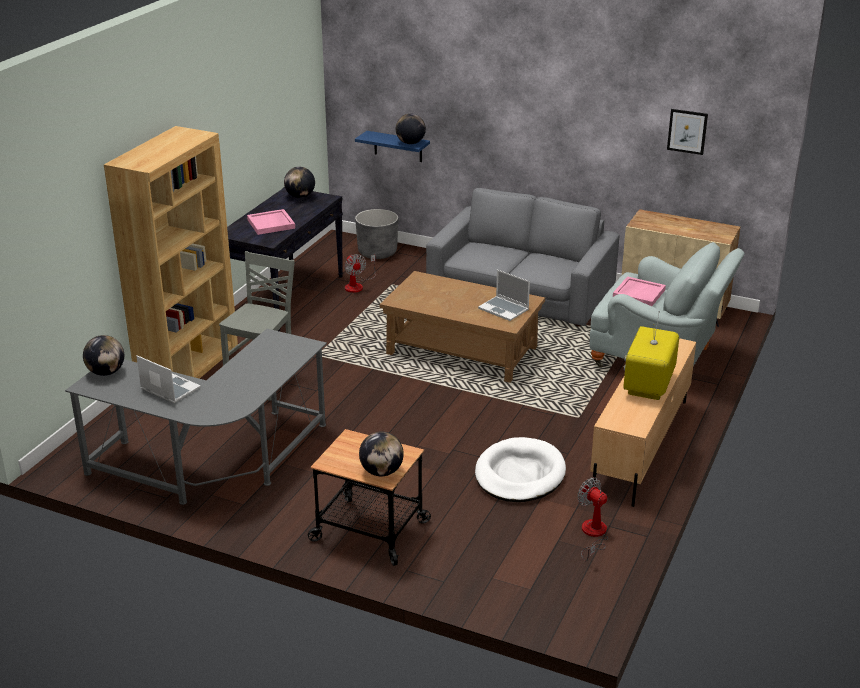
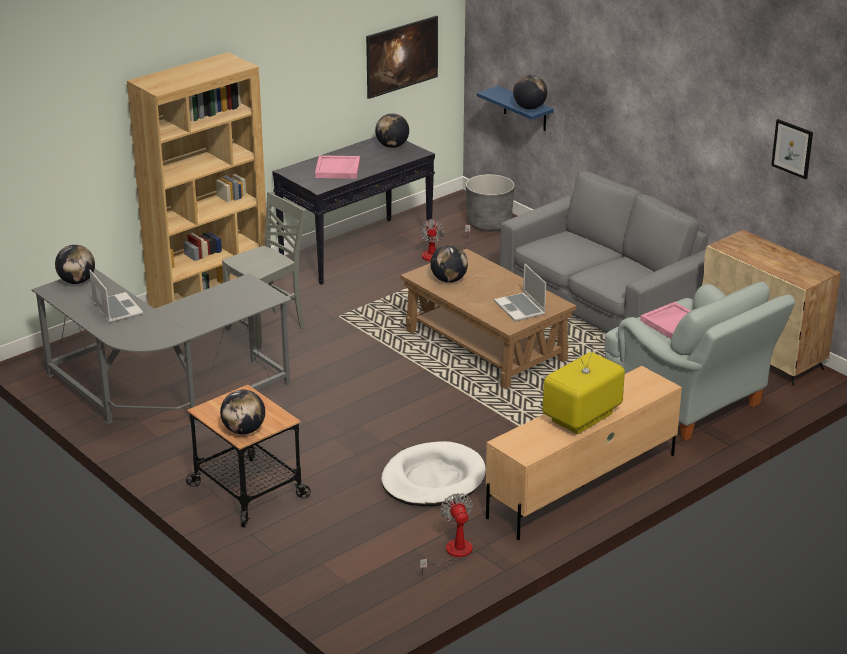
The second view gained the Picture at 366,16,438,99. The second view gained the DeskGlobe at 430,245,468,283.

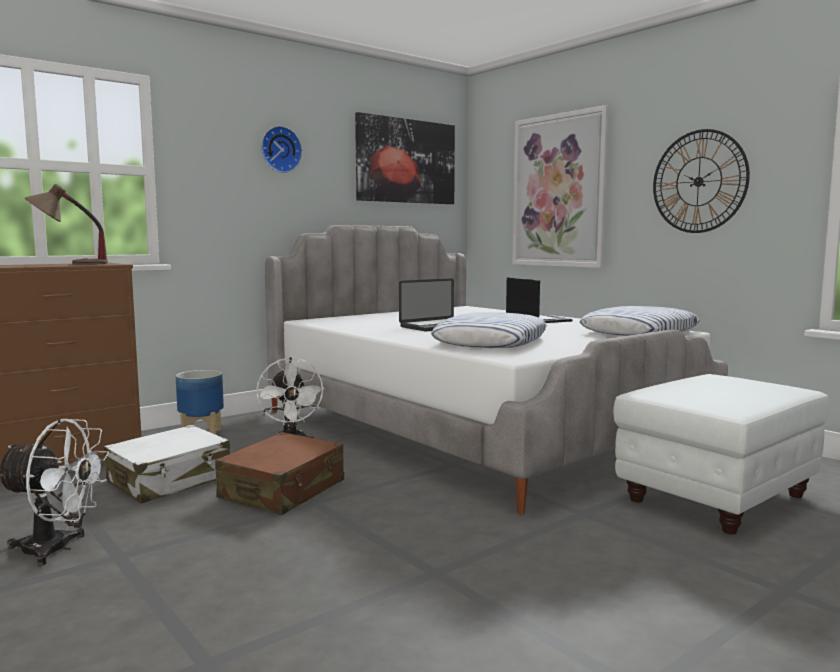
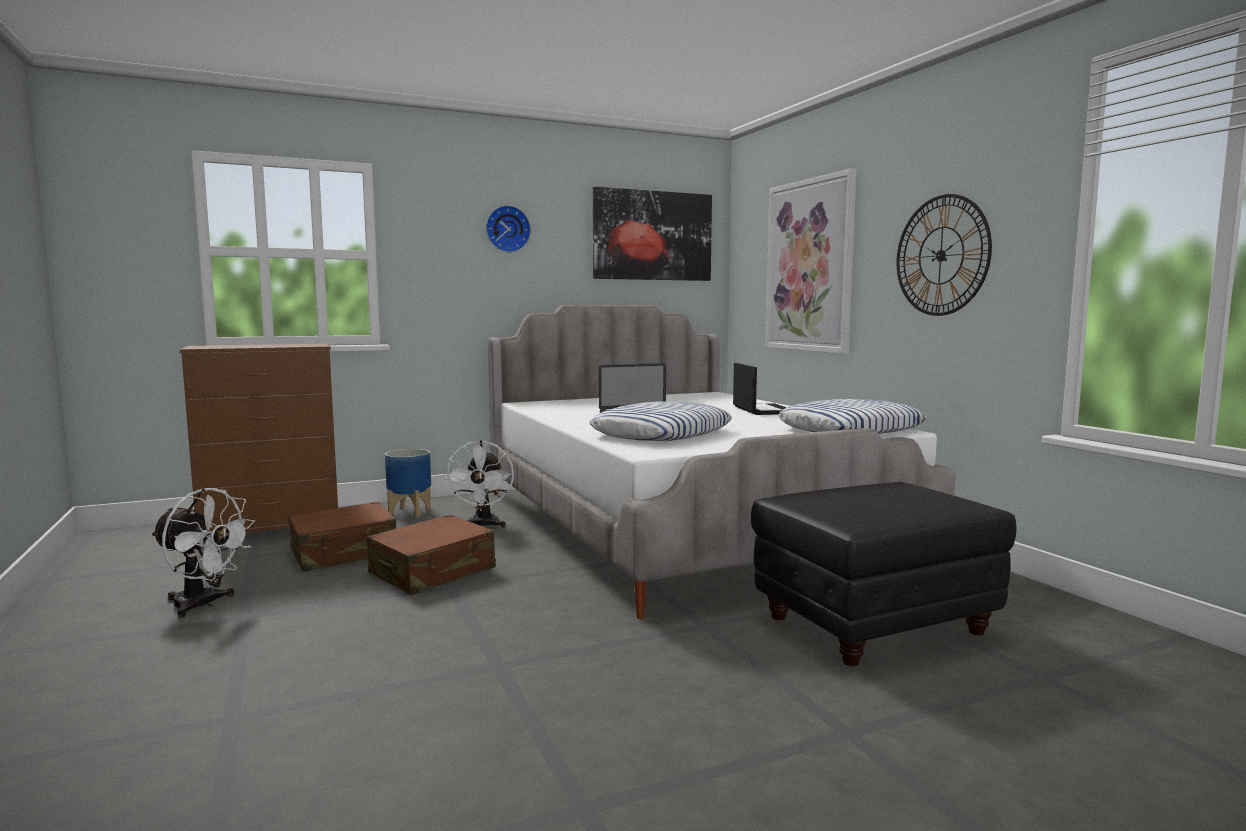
The second view lost the LampForATable at 25,184,108,265. What was the WhiteColouredPieceOfLuggage at 104,425,230,504 turned into the BrownColouredPieceOfLuggage at 288,502,396,572. What was the WhiteColouredFootrest at 613,374,829,534 turned into the BlackColouredFootrest at 751,482,1016,666.

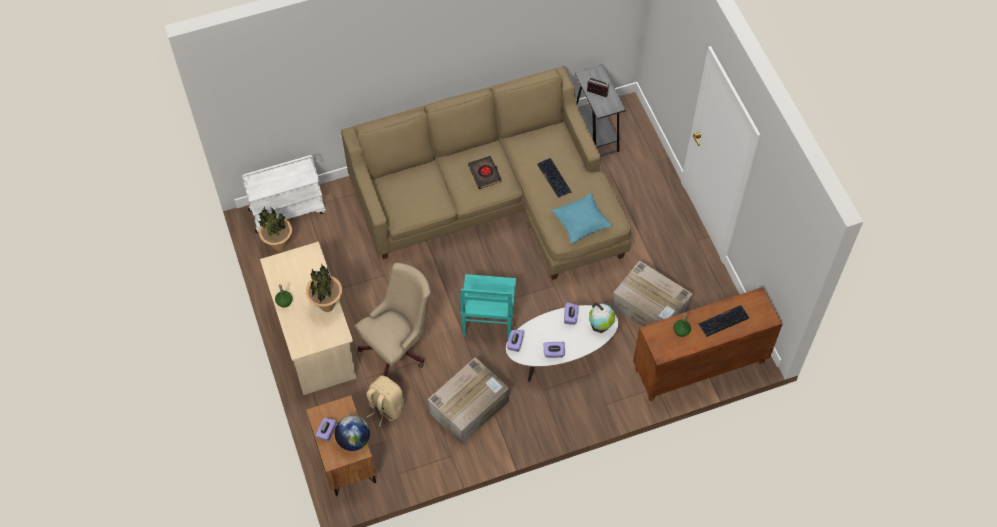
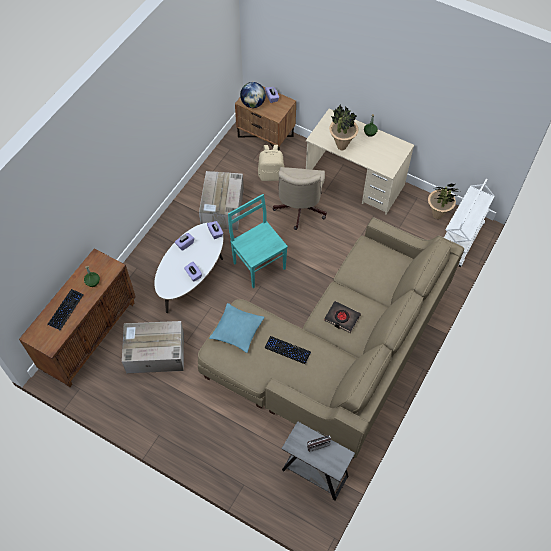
The second view lost the DeskGlobe at 589,303,615,333.

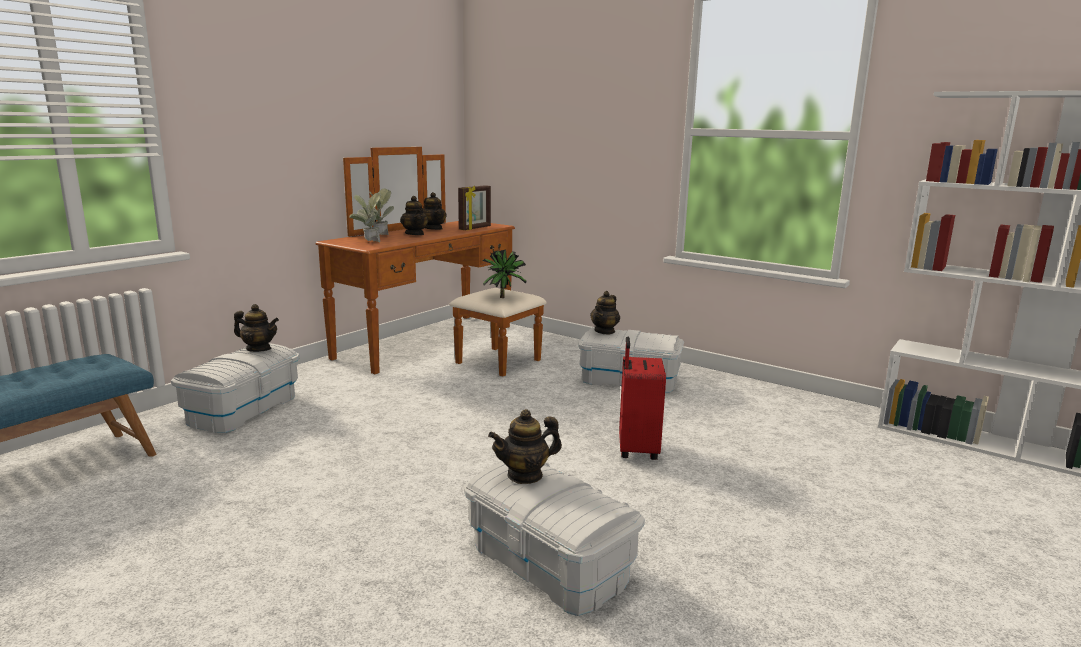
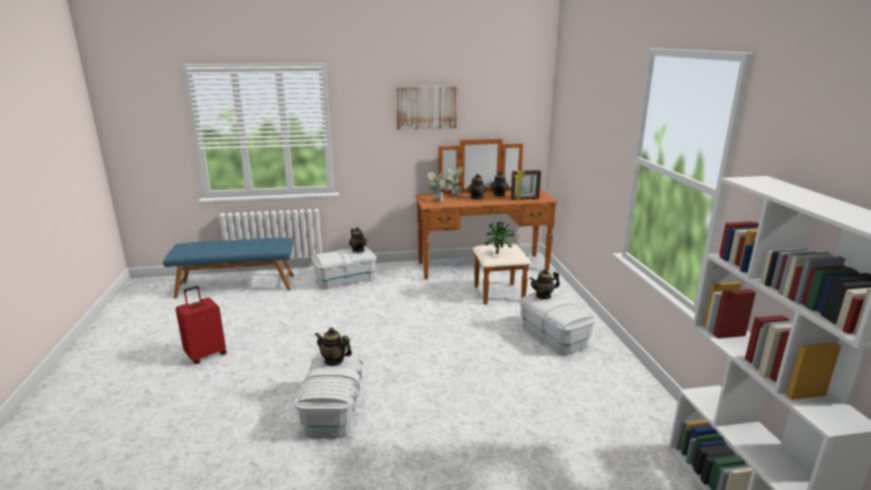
The ReddishPieceOfLuggage ended up elsewhere, having gone from 619,337,666,460 to 176,286,227,364. The second view gained the Picture at 396,86,458,130.

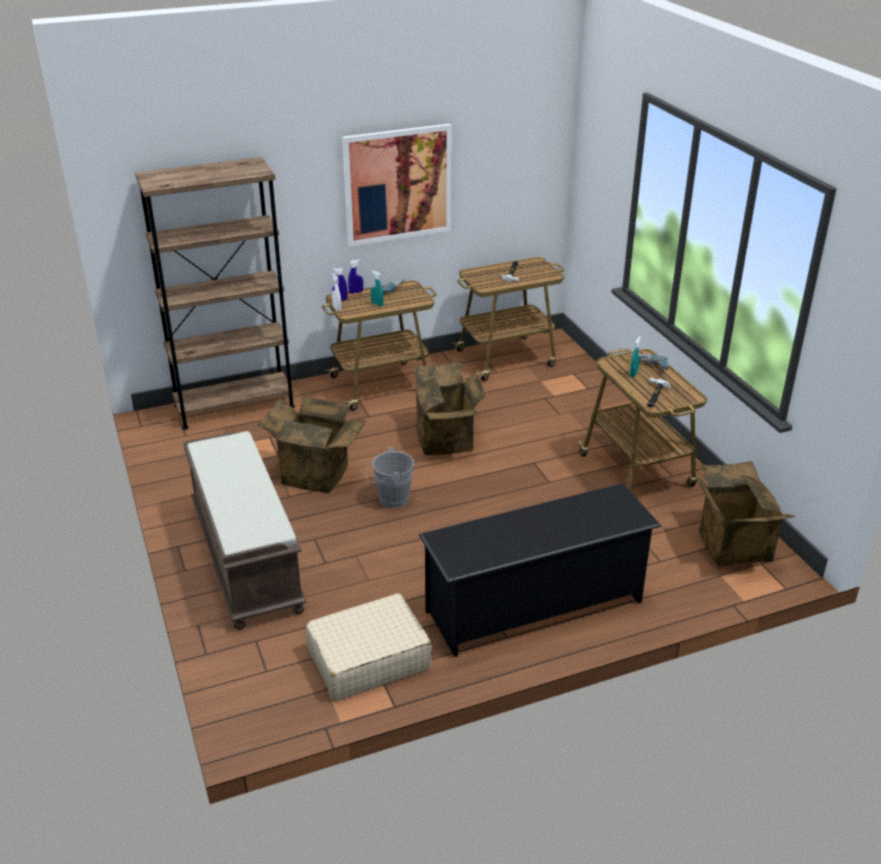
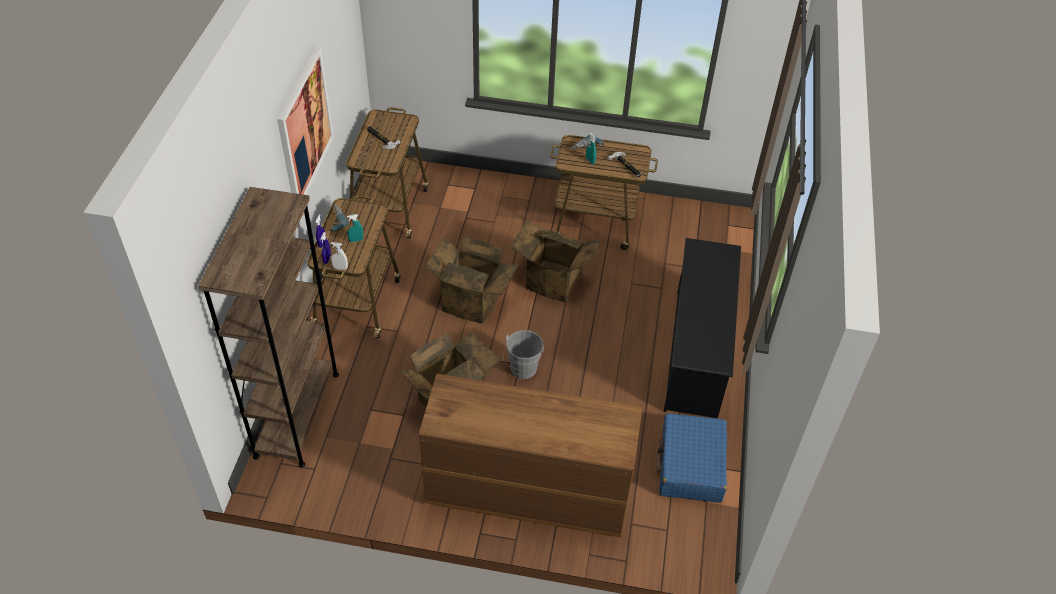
Where the BrownColouredLongSeat stood at 183,431,307,630, the BrownColouredDrawerChest came to stand at 419,374,642,537. What was the SandColouredPieceOfLuggage at 305,593,432,701 turned into the BlueColouredPieceOfLuggage at 656,413,727,503. The CardboardBox ended up elsewhere, having gone from 697,461,795,566 to 509,220,600,302.

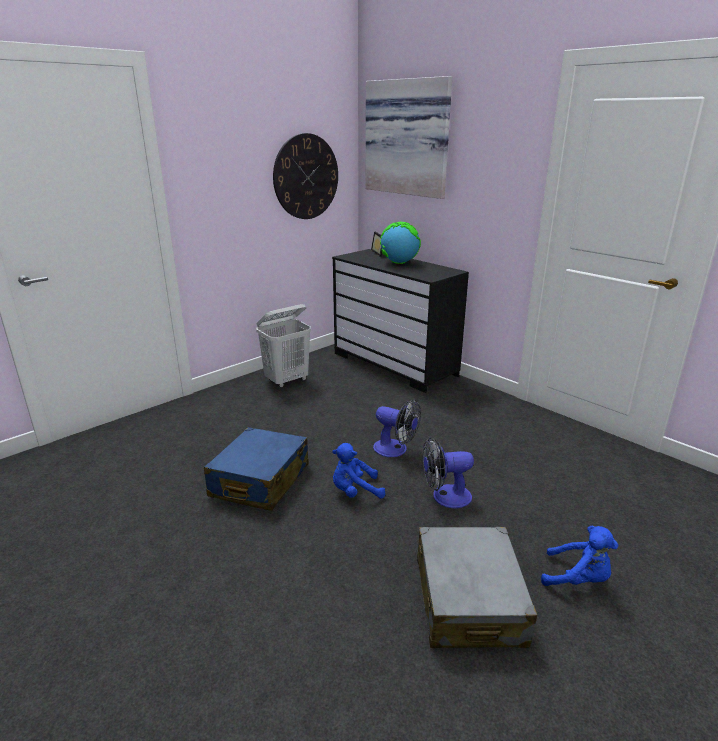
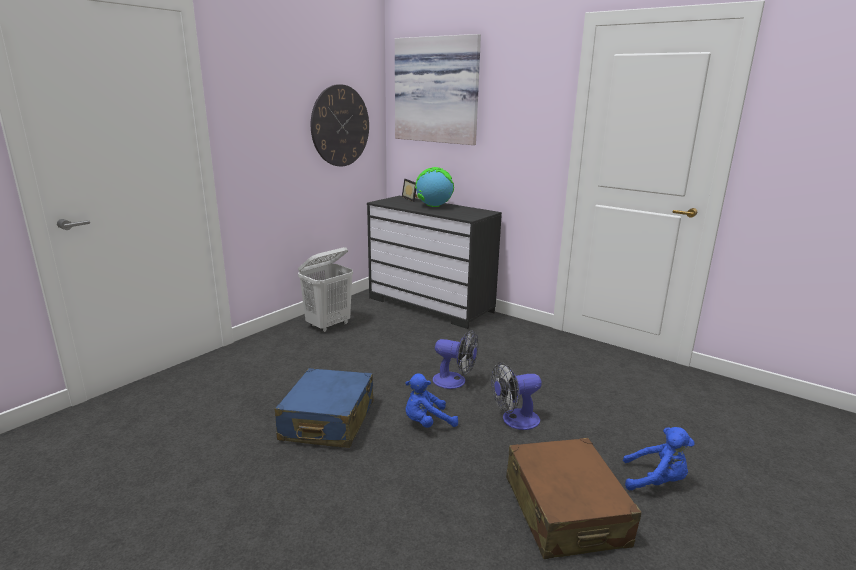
What was the GreyishPieceOfLuggage at 417,527,537,648 turned into the BrownColouredPieceOfLuggage at 506,438,642,559.

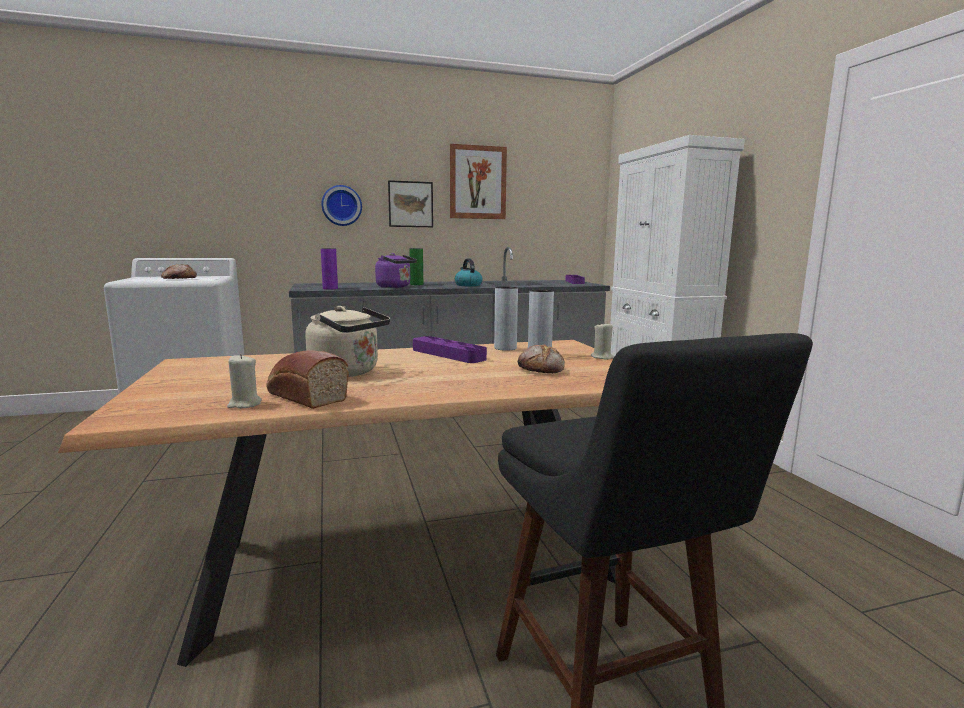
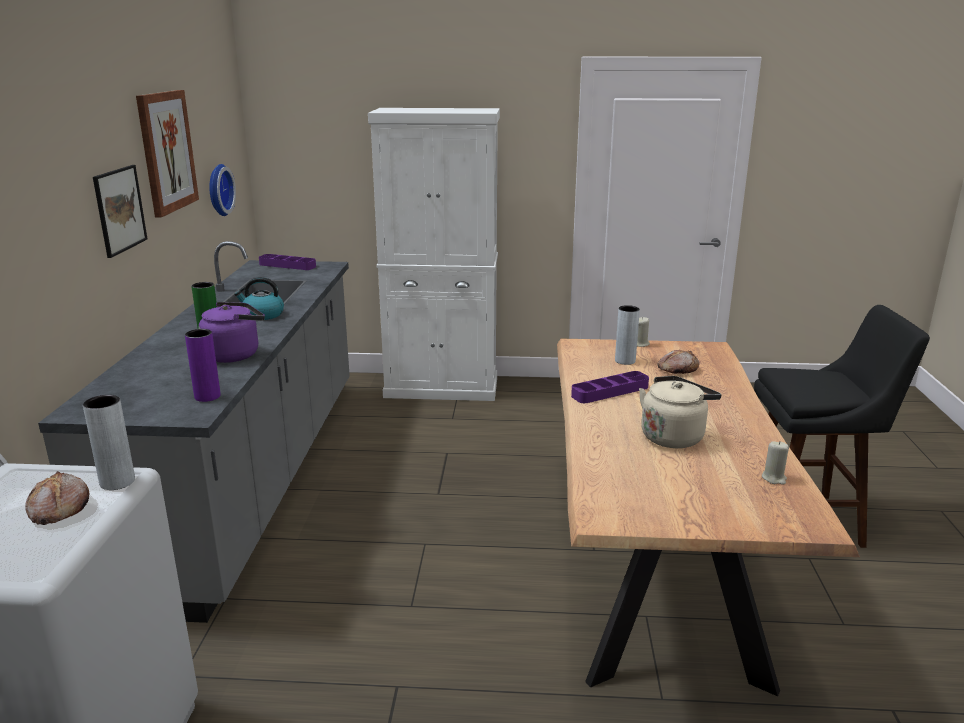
The second view lost the Bread at 267,350,349,409. The HangingClock ended up elsewhere, having gone from 321,185,362,226 to 209,164,236,216. The GreyishFlowerVase ended up elsewhere, having gone from 494,286,518,351 to 83,395,135,490.

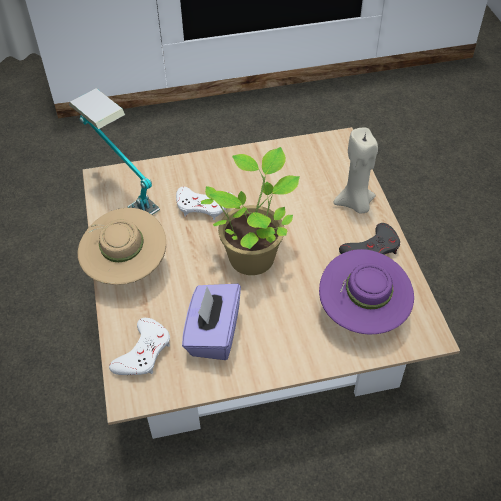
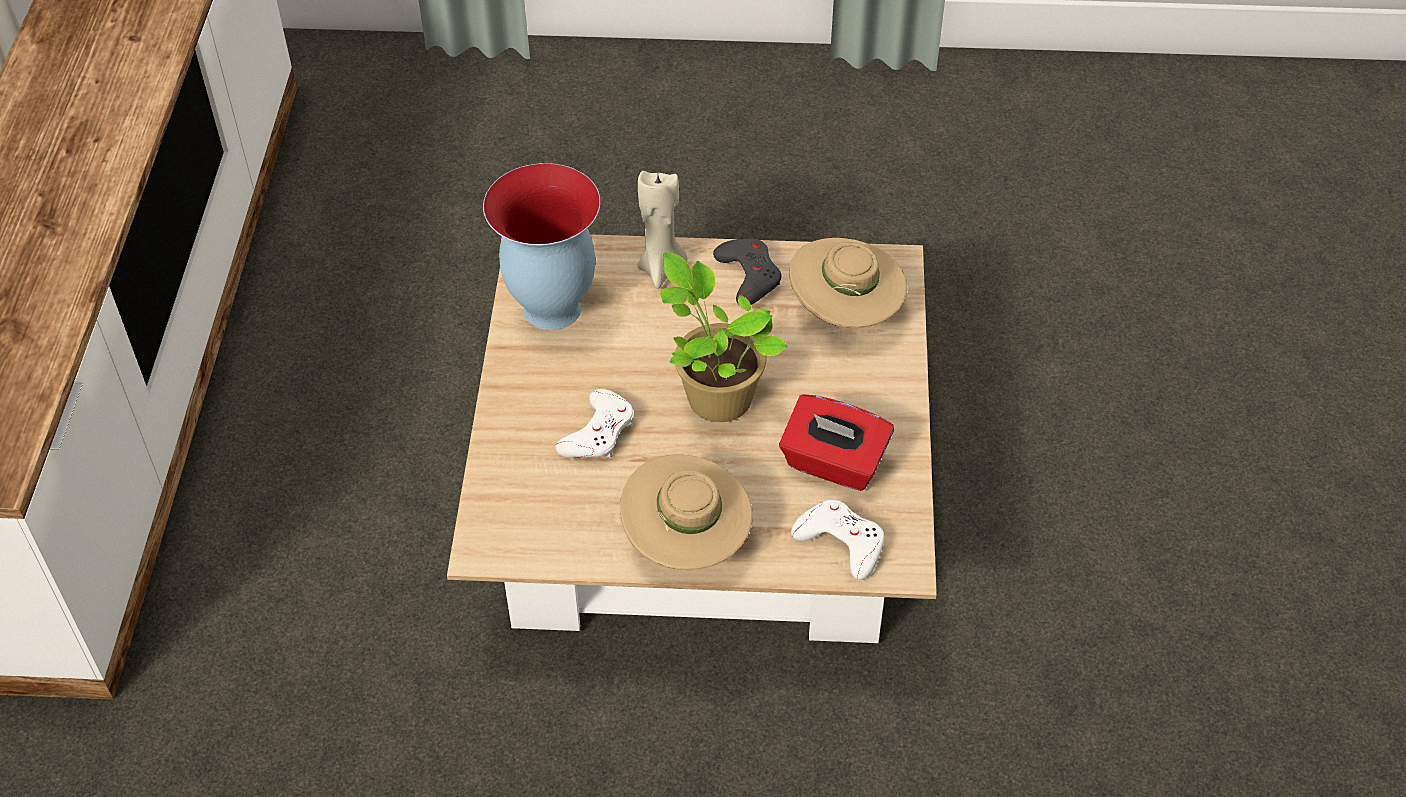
The second view lost the LampForATable at 69,88,160,215. What was the PurpleTissueHolder at 182,284,241,360 turned into the ReddishTissueHolder at 779,394,894,491. What was the PurpleClothingHat at 319,249,414,334 turned into the SandColouredClothingHat at 789,238,907,328. The second view gained the FlowerVase at 483,163,600,330.

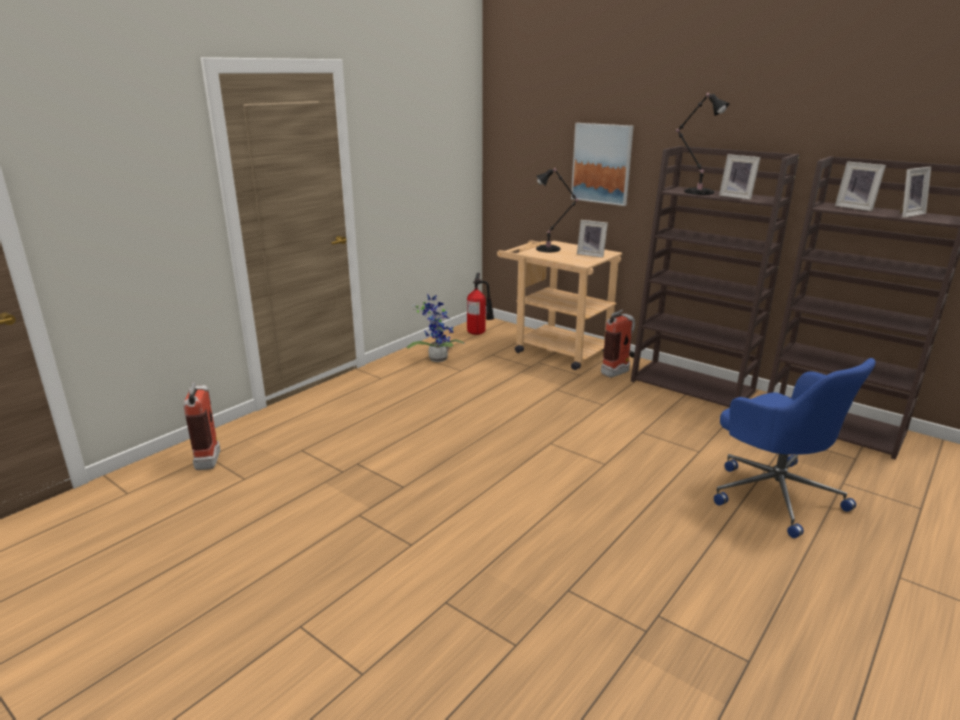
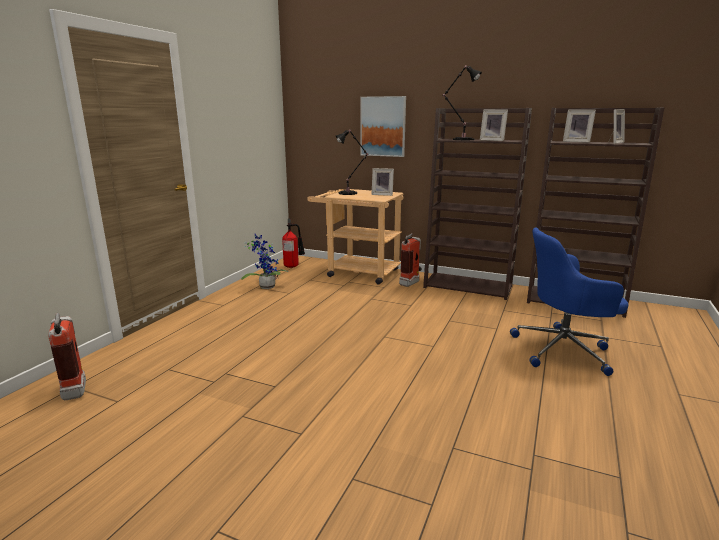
The BlueColouredOfficeChair at 714,358,876,538 ended up facing another way, 135 degrees clockwise from before.

